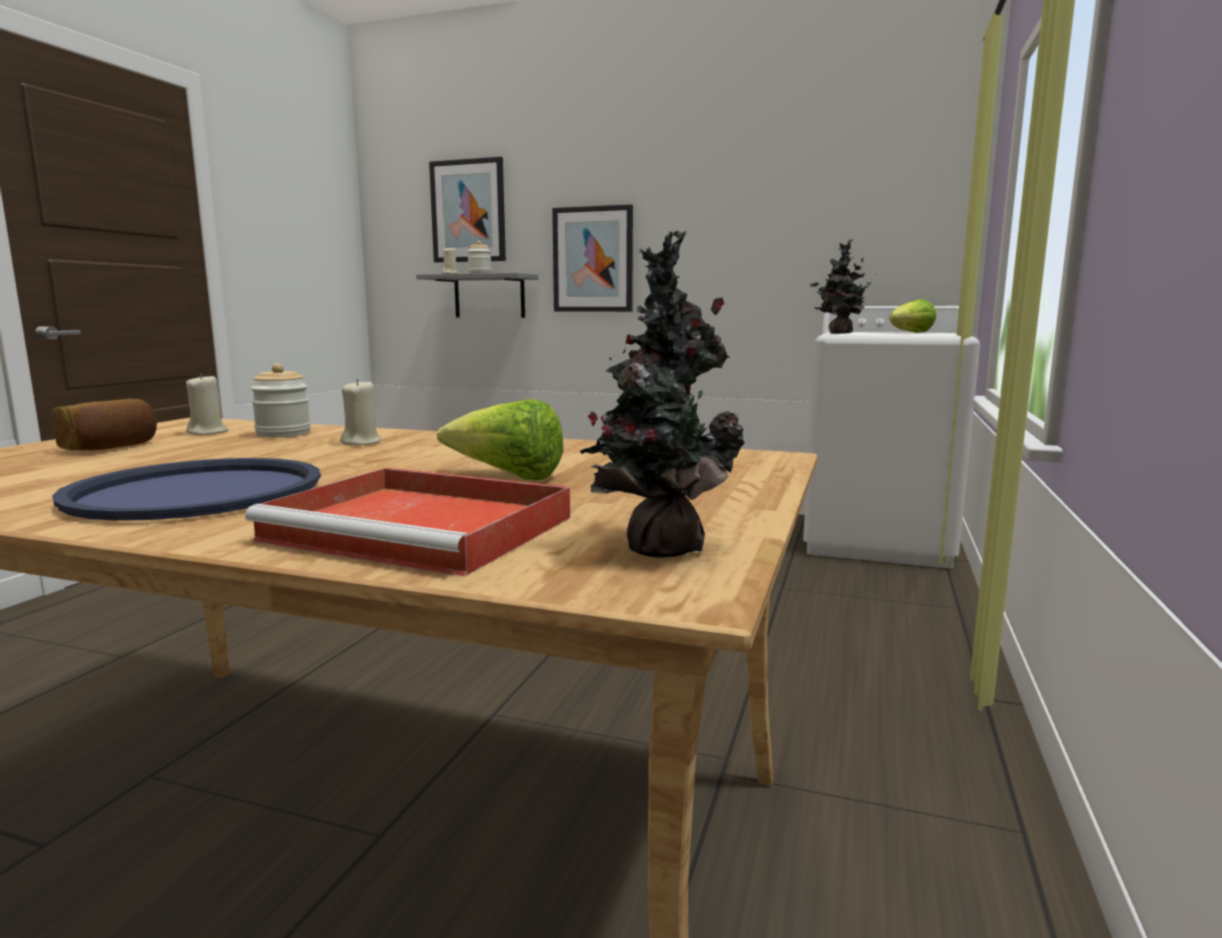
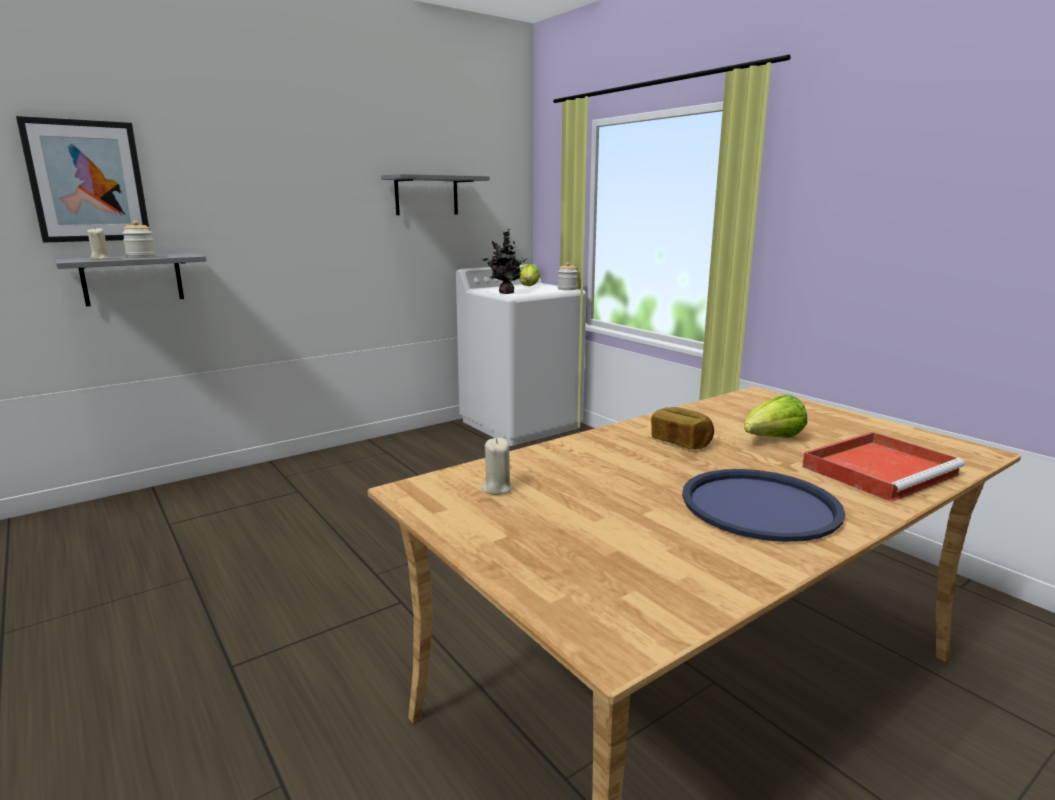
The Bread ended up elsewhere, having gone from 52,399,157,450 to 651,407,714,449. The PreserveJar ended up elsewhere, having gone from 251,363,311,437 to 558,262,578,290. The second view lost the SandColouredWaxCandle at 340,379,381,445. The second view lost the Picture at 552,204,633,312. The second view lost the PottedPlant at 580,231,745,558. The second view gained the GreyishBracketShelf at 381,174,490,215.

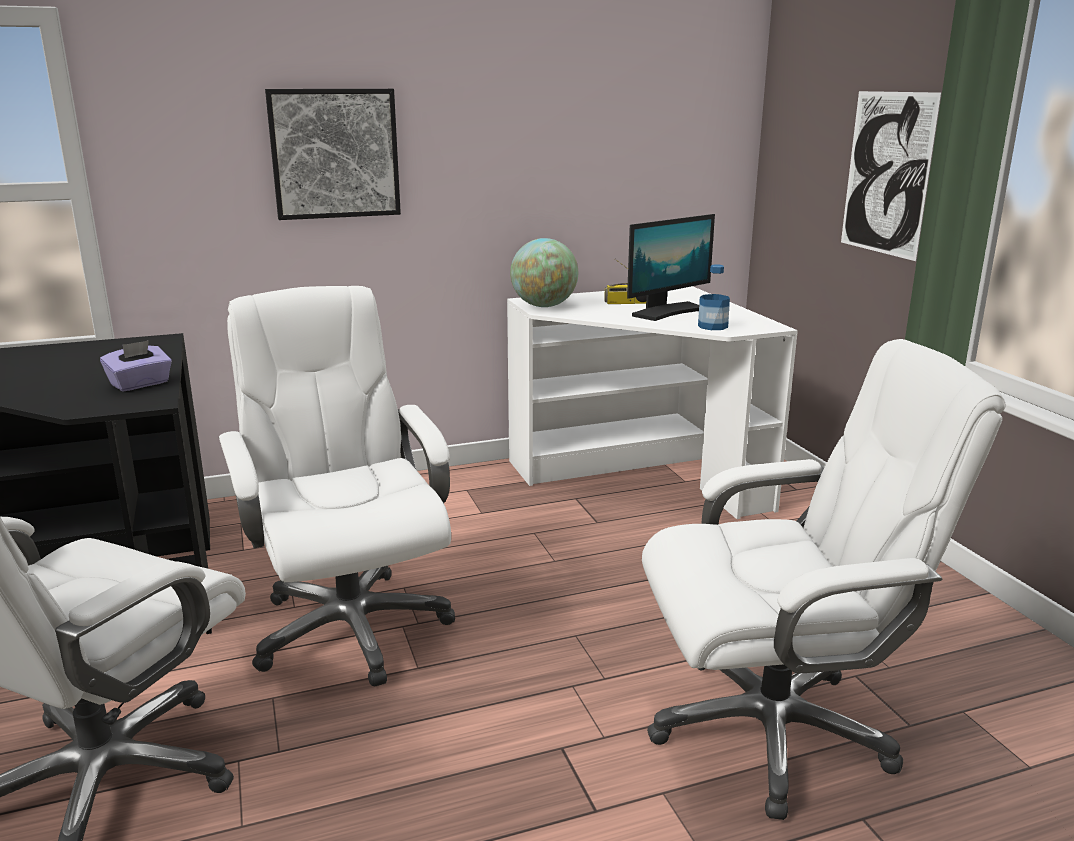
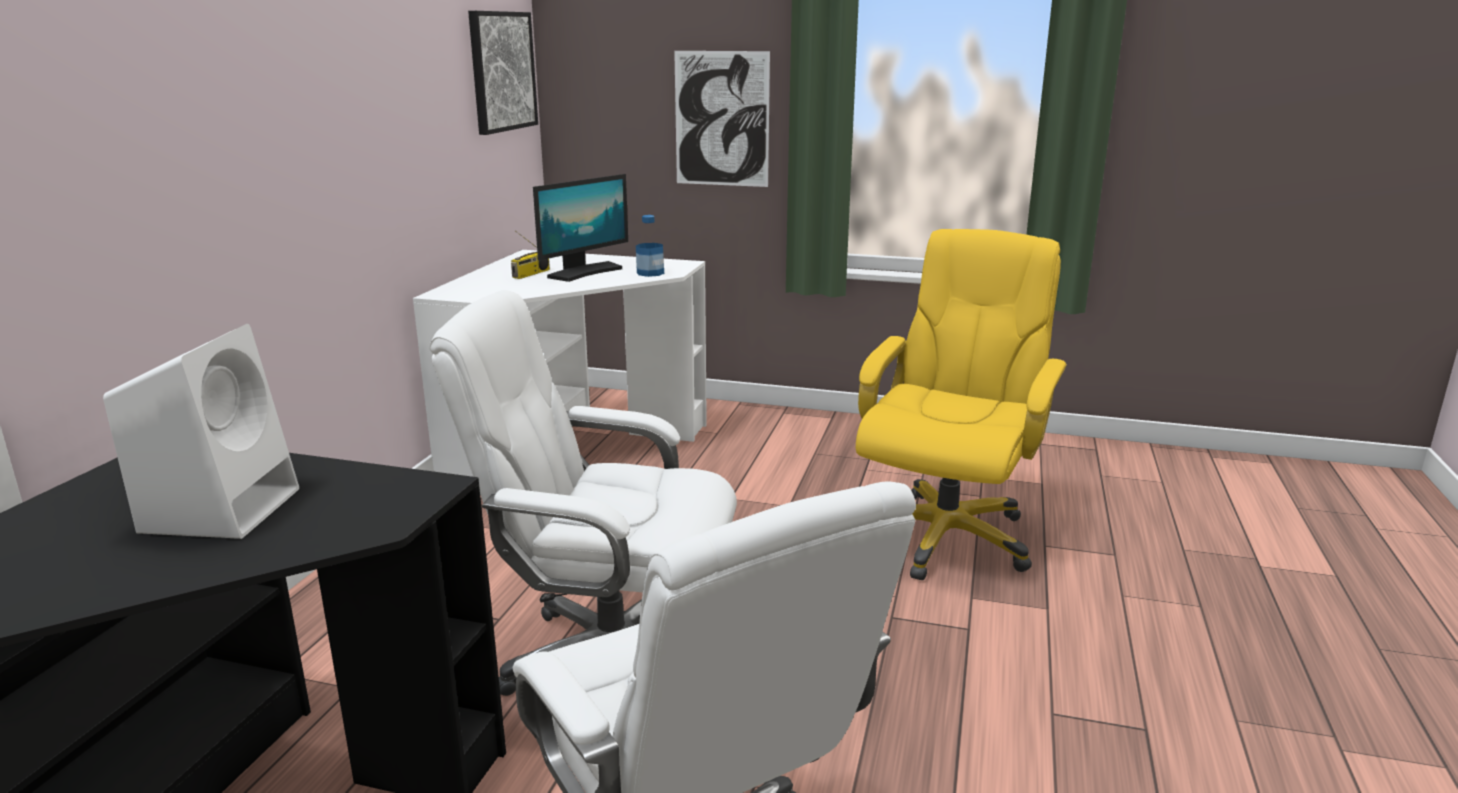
The second view lost the PurpleTissueHolder at 100,340,172,392. The Picture ended up elsewhere, having gone from 265,89,401,220 to 468,11,538,135. The second view lost the DeskGlobe at 510,238,578,307. The ComputerScreen at 627,214,715,321 ended up facing another way, 45 degrees clockwise from before. What was the WhiteColouredOfficeChair at 642,339,1006,820 turned into the YellowColouredOfficeChair at 856,229,1067,580. The second view gained the WhiteColouredAudioSpeaker at 103,324,299,539.

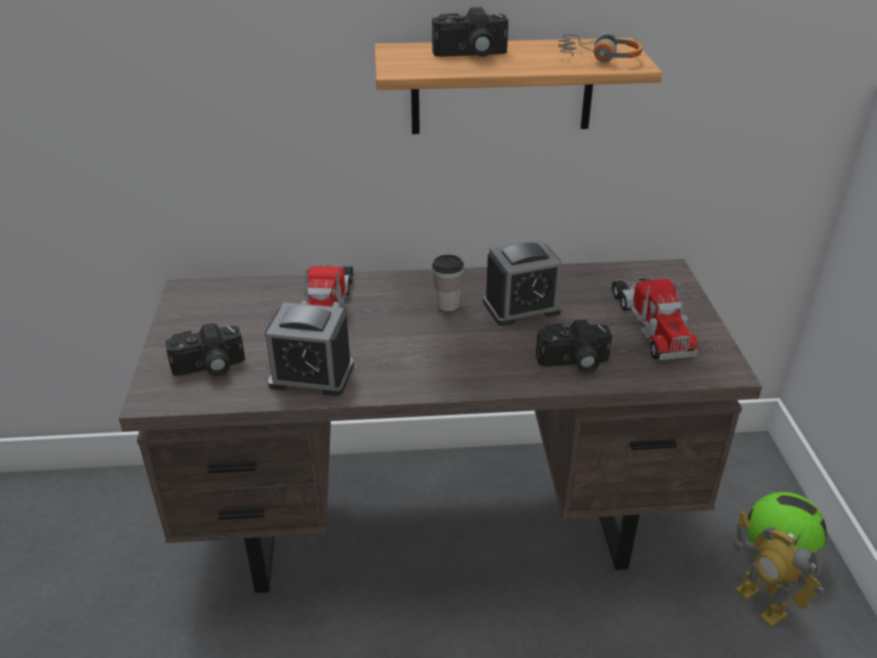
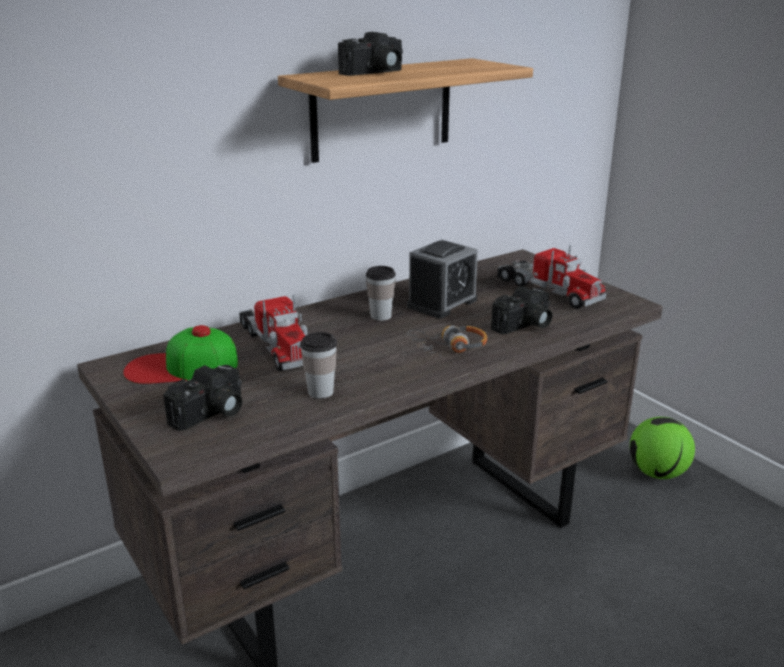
Where the AlarmClock stood at 265,302,354,396, the DrinkingCup came to stand at 300,332,337,399. The PairOfHeadphones ended up elsewhere, having gone from 558,33,642,62 to 407,325,487,357. The second view lost the ToyRobot at 733,510,824,627. The second view gained the BaseballCap at 123,325,238,384.

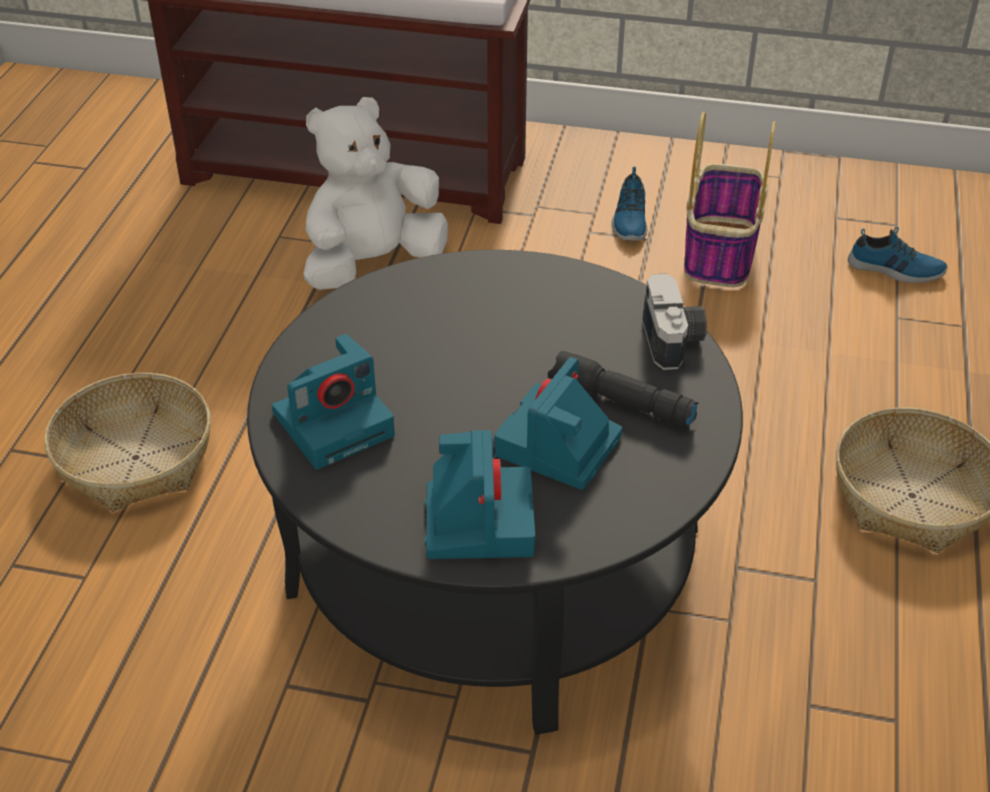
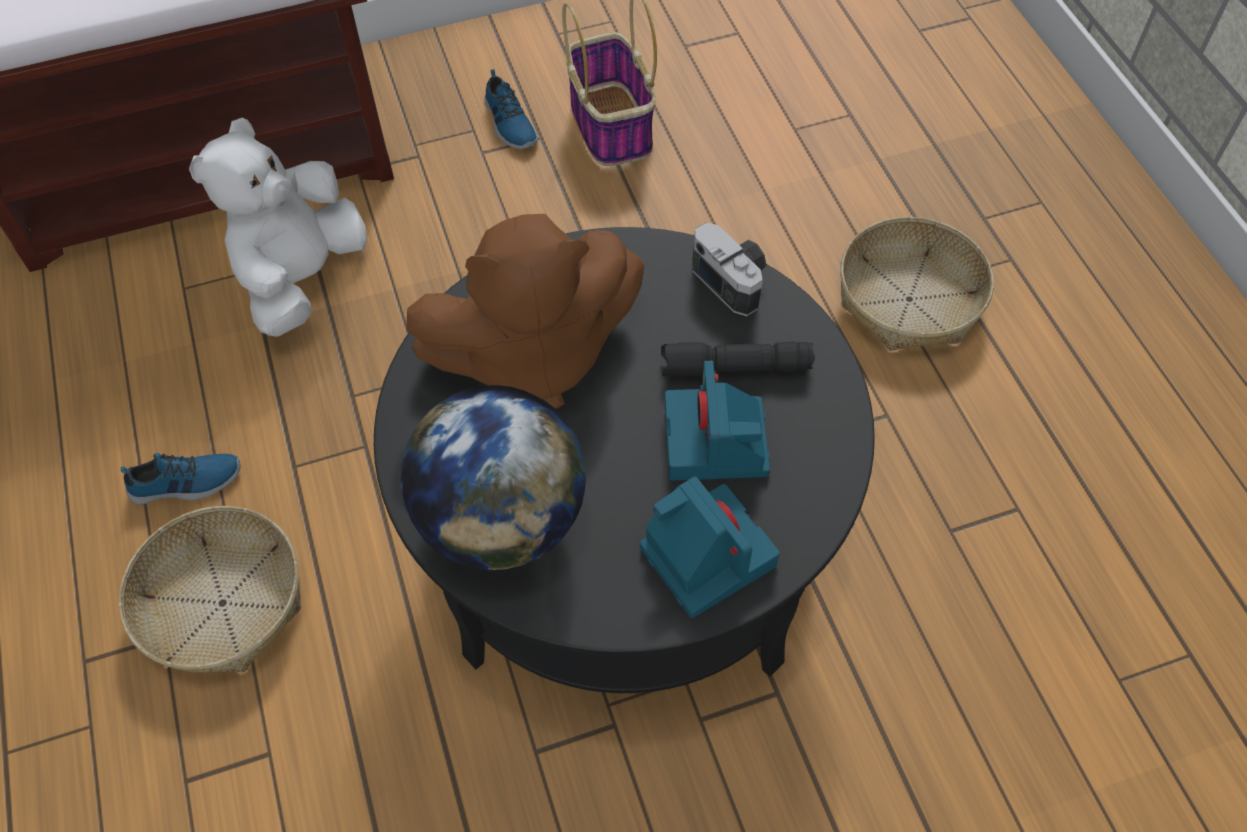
Where the PhotoCamera stood at 272,334,395,469, the DeskGlobe came to stand at 400,385,586,570. The LowShoe ended up elsewhere, having gone from 848,226,947,283 to 121,453,240,505. The second view gained the BrownColouredCuddlyToy at 406,214,644,409.

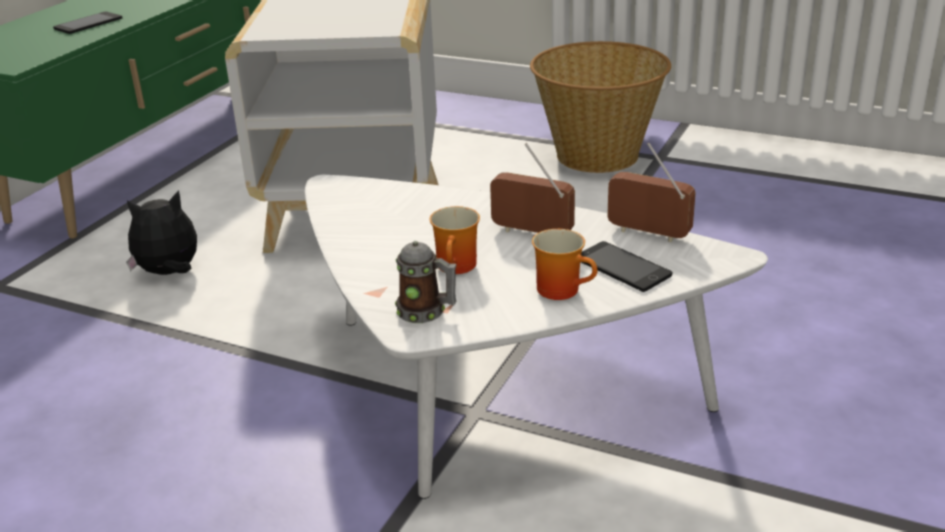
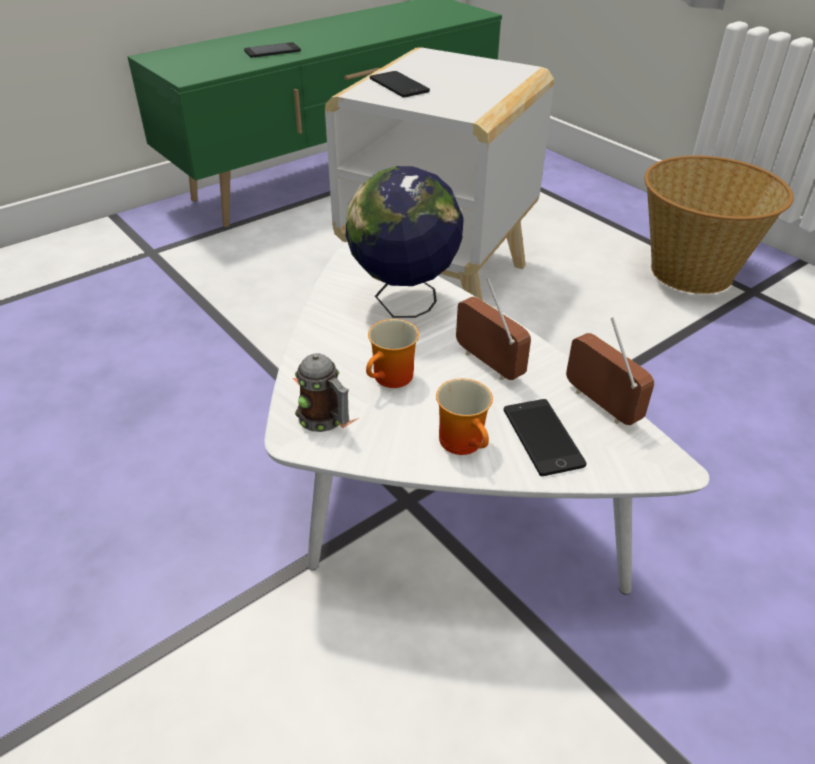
The second view lost the CuddlyToy at 126,190,197,275. The second view gained the DeskGlobe at 346,166,464,318. The second view gained the Handset at 370,71,430,98.

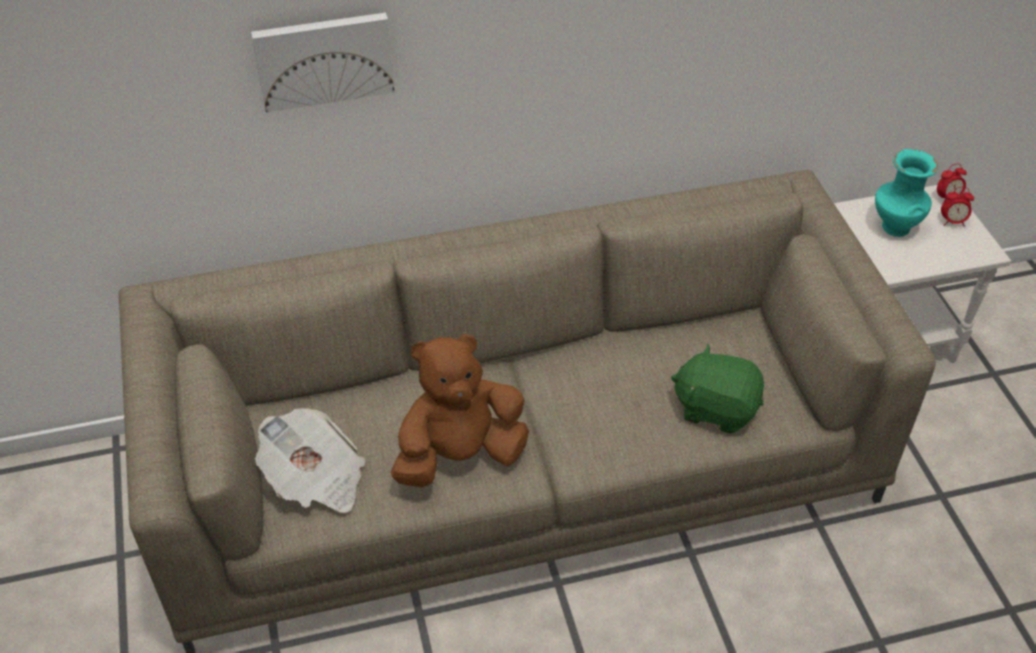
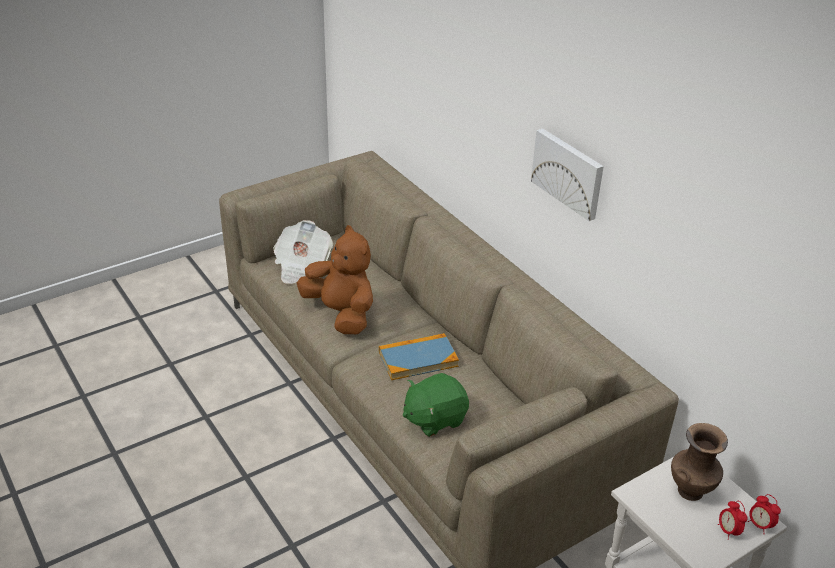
The Picture ended up elsewhere, having gone from 251,12,395,113 to 531,129,604,221. The GreenishCuddlyToy at 671,344,764,433 ended up facing another way, 120 degrees counterclockwise from before. What was the TurquoiseFlowerVase at 875,149,939,237 turned into the BrownColouredFlowerVase at 671,423,728,501. The second view gained the Book at 379,333,459,380.

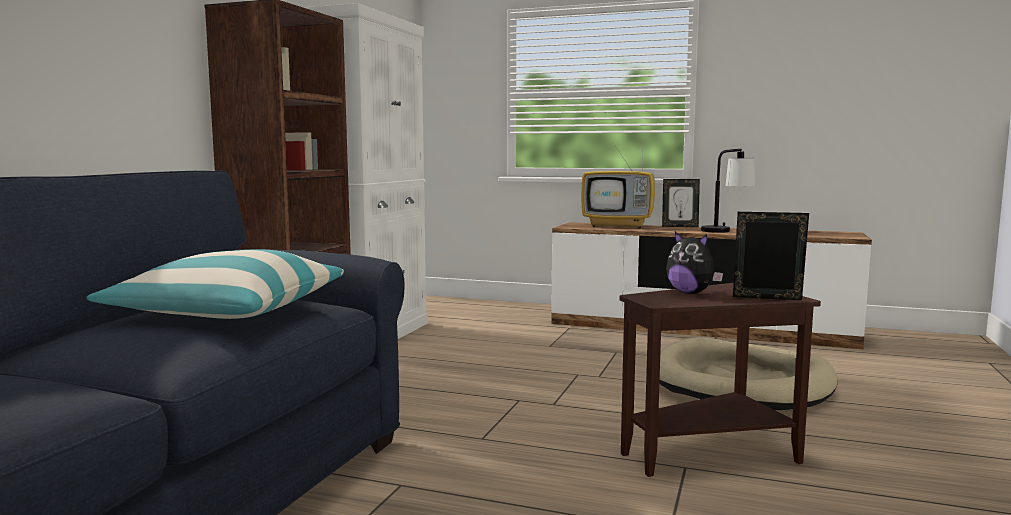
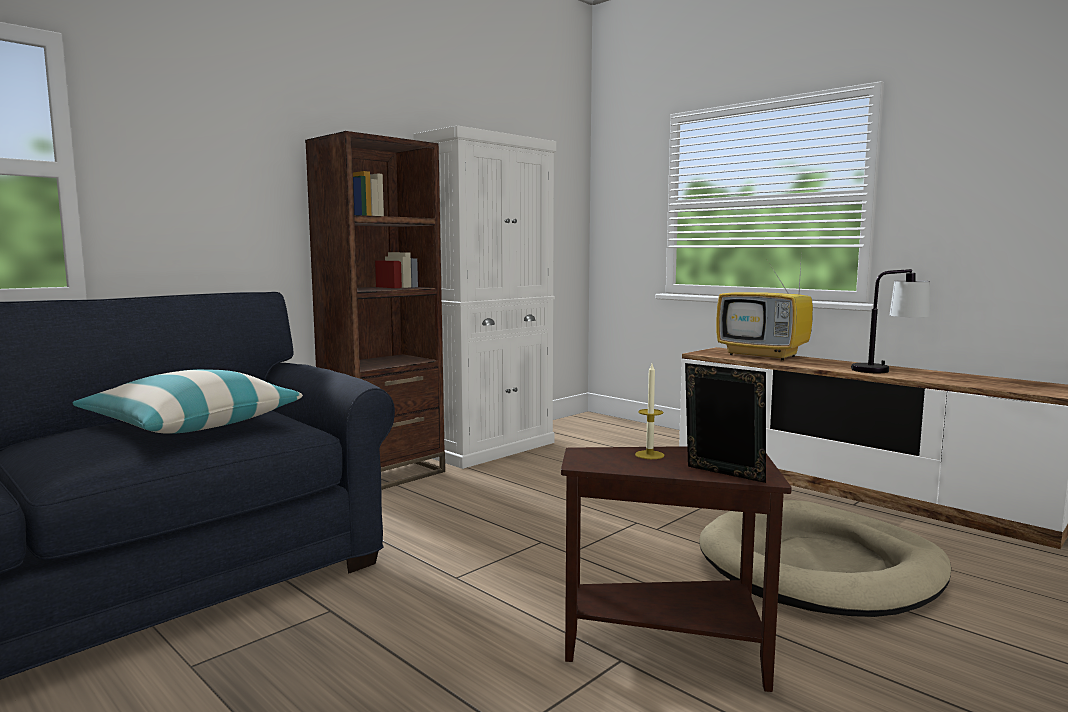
The second view lost the PhotoFrame at 662,179,700,227. Where the CuddlyToy stood at 666,231,723,294, the WaxCandle came to stand at 635,364,664,459.

